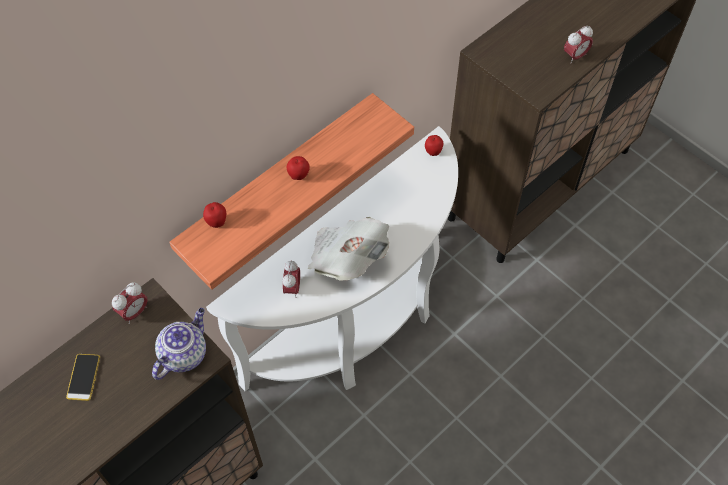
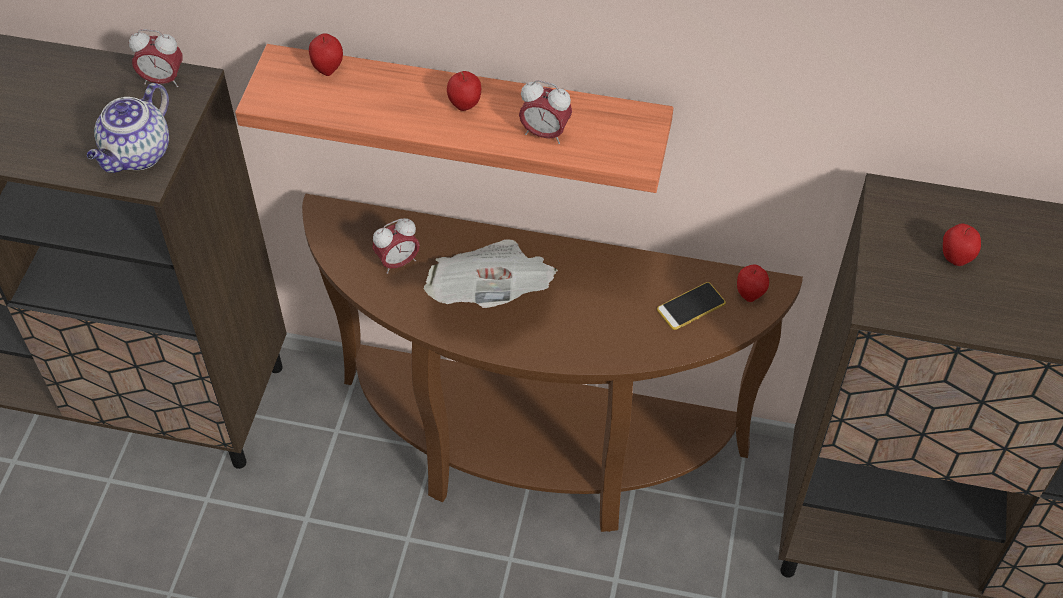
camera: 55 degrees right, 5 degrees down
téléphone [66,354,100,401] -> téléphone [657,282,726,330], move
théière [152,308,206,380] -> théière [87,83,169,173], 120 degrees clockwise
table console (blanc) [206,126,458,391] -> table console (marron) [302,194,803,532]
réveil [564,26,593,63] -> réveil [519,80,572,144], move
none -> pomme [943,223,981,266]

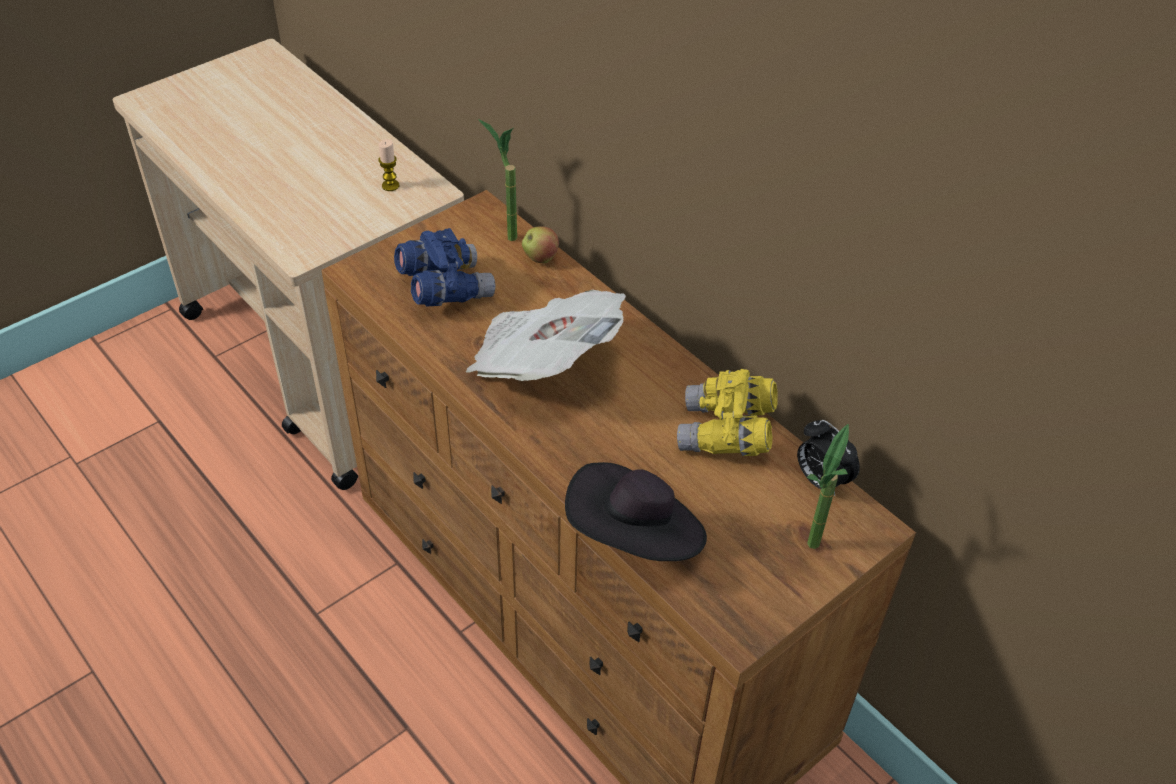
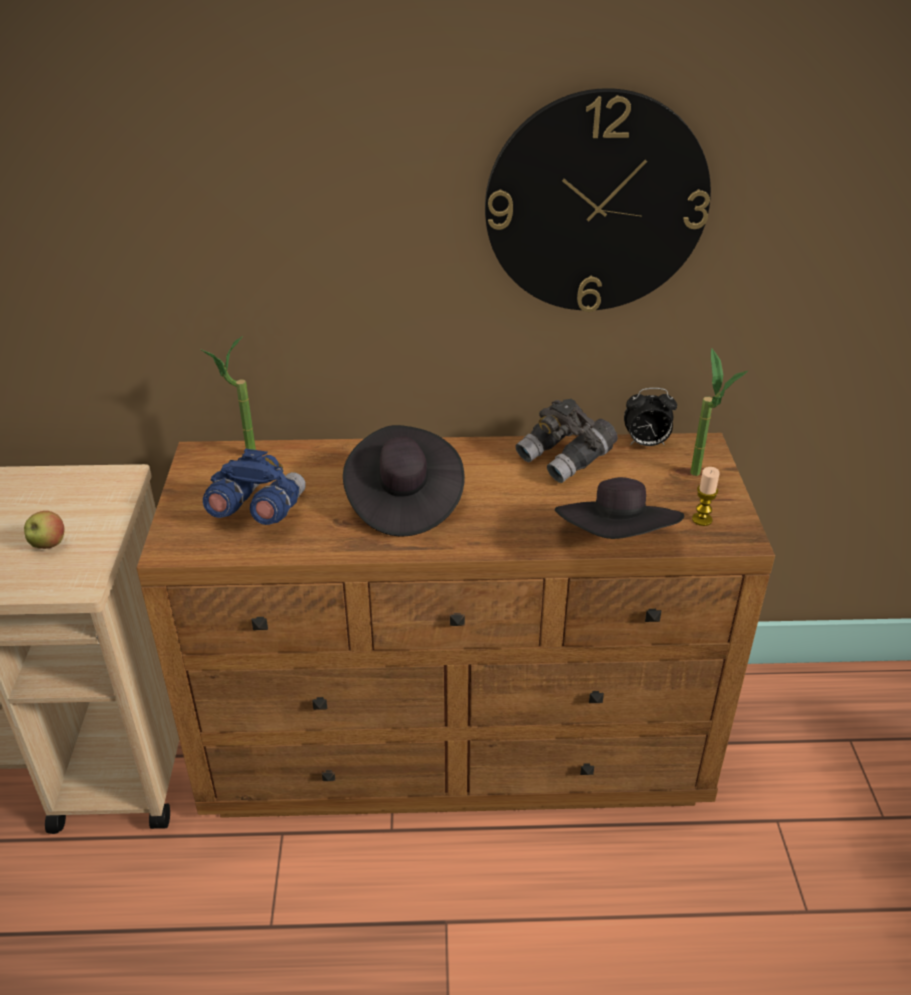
camera: 50 degrees left, 10 degrees down
bougie [378,139,399,191] -> bougie [692,467,720,526], move
journal [466,289,626,381] -> chapeau (noir) [343,425,465,536]
pomme [522,226,559,263] -> pomme [24,511,65,549], move
jumelles (jaune) [677,369,778,456] -> jumelles (gris) [515,399,618,483]
none -> horloge murale [485,88,711,312]

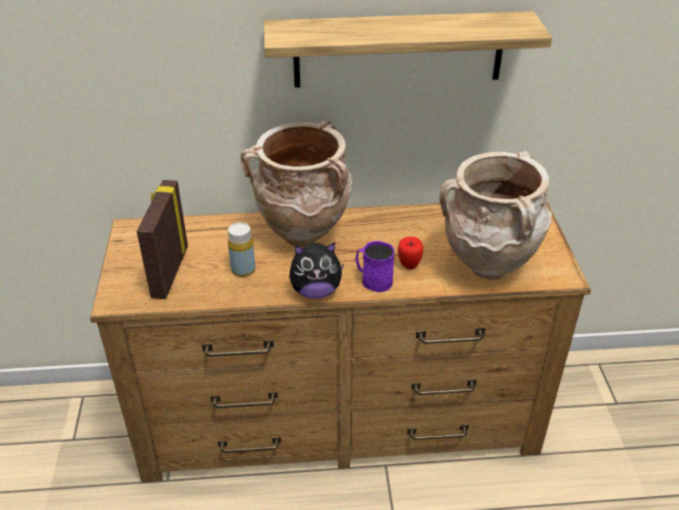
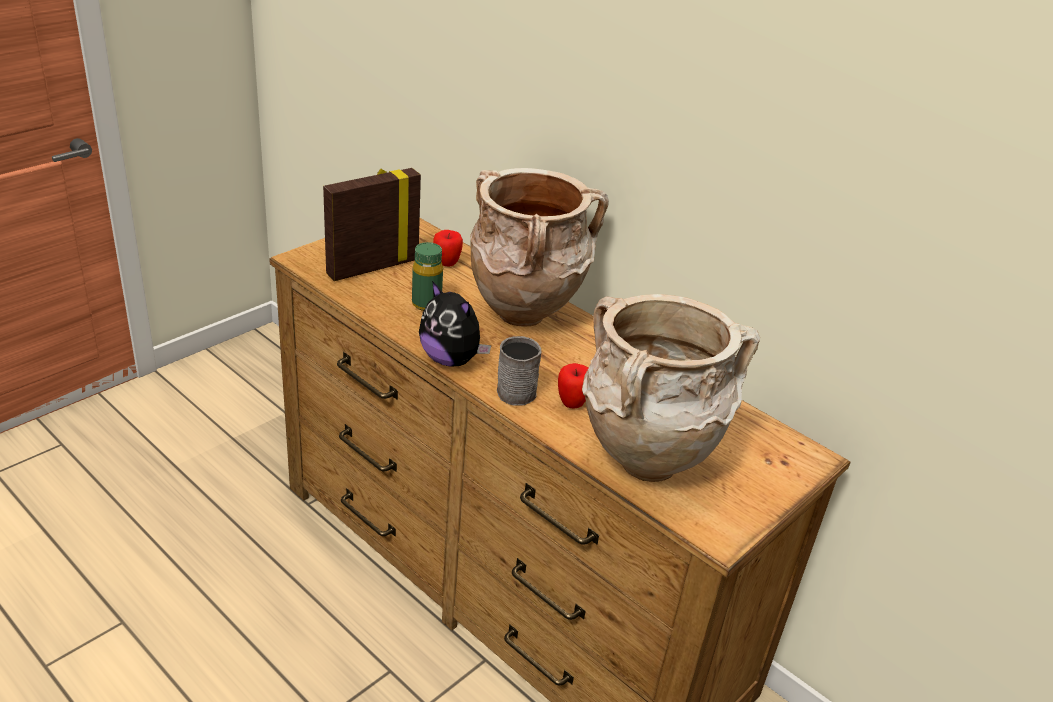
camera: 45 degrees right, 5 degrees down
bouteille (jaune) [228,222,255,277] -> bouteille (vert) [412,242,443,311]
étagère [264,11,552,88] -> none
mug (violet) [356,241,394,292] -> mug (gris) [497,336,541,406]
none -> pomme [433,230,463,266]

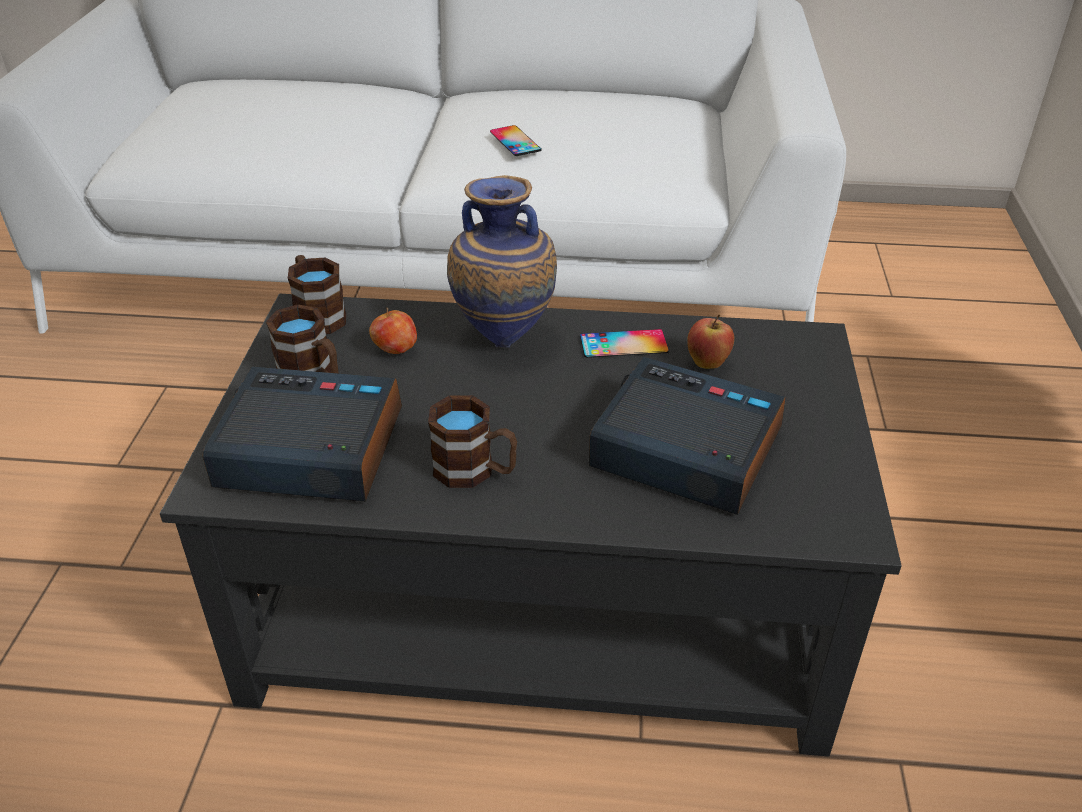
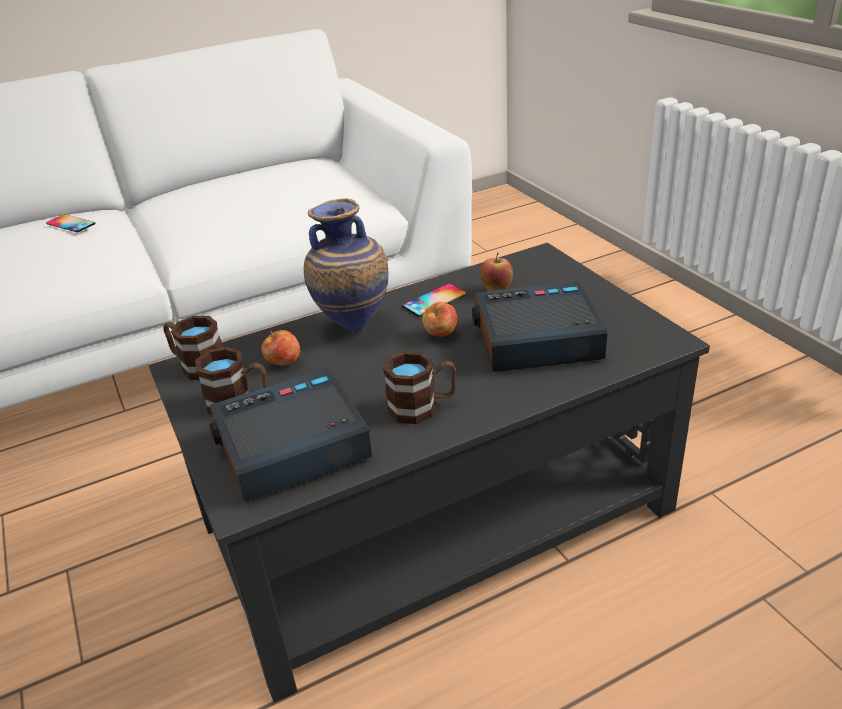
camera: 30 degrees left, 5 degrees down
téléphone [490,125,542,156] -> téléphone [46,214,96,232], move
none -> pomme [422,302,457,337]

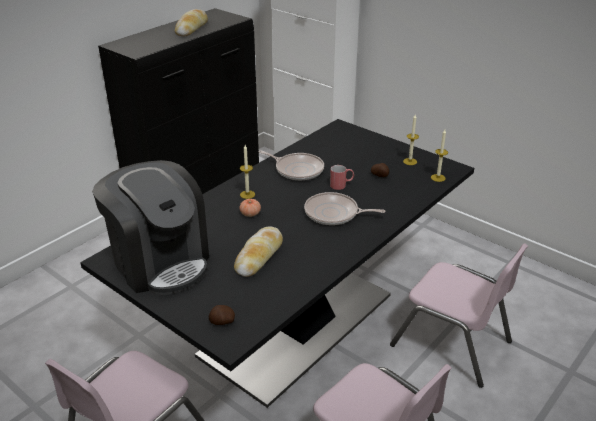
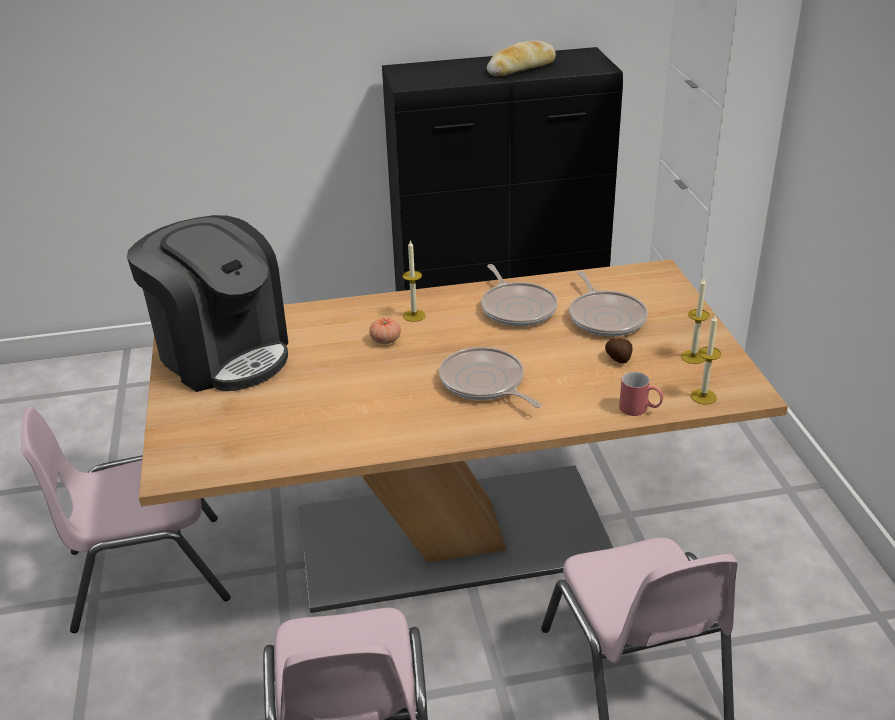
camera: 40 degrees right, 0 degrees up
table à manger (noir) [80,119,474,408] -> table à manger (beige) [139,259,788,613]
machine à café [92,160,209,295] -> machine à café [127,215,288,392], 45 degrees counterclockwise
pomme de terre [209,305,235,325] -> none
pain [234,227,283,277] -> none
mug (rouge) [330,165,354,190] -> mug (rouge) [619,372,663,416], move
none -> poêle [569,271,648,337]

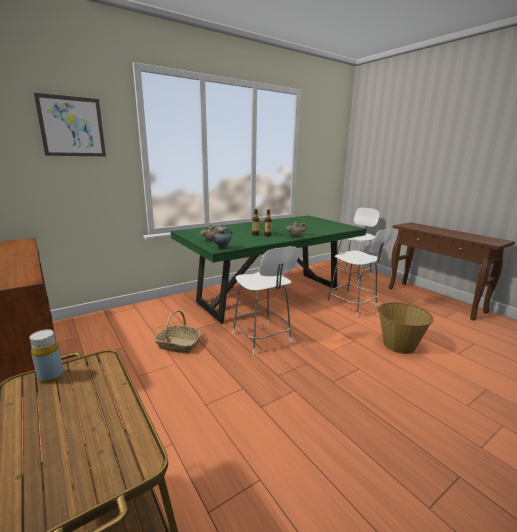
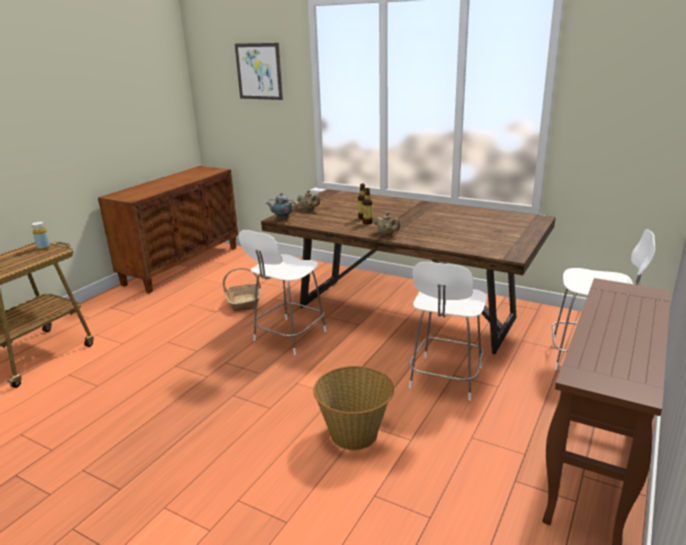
camera: 65 degrees right, 5 degrees up
table à manger (vert) [171,216,366,324] -> table à manger (marron) [261,189,556,354]

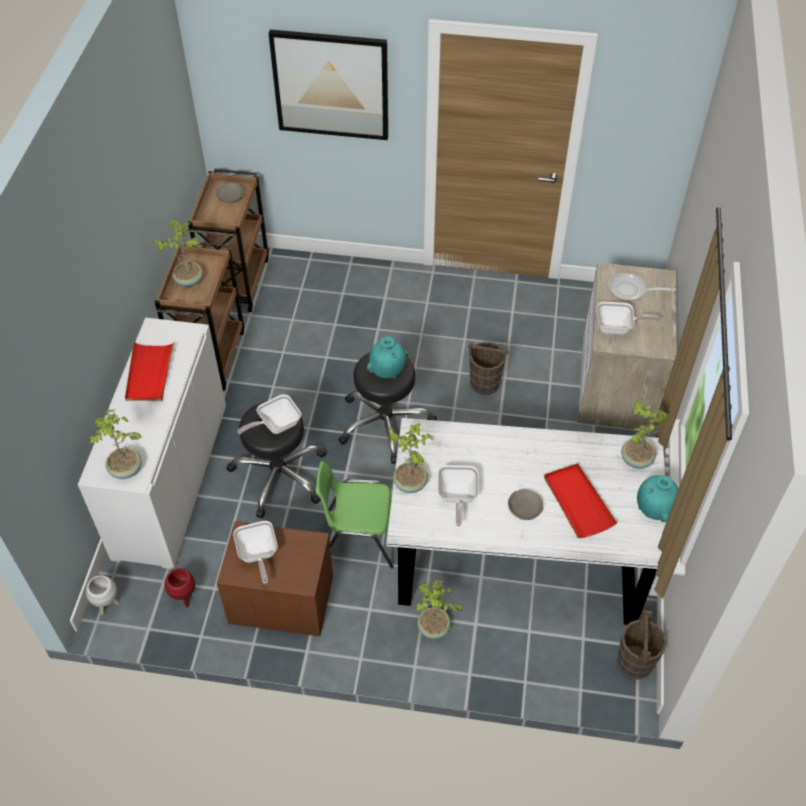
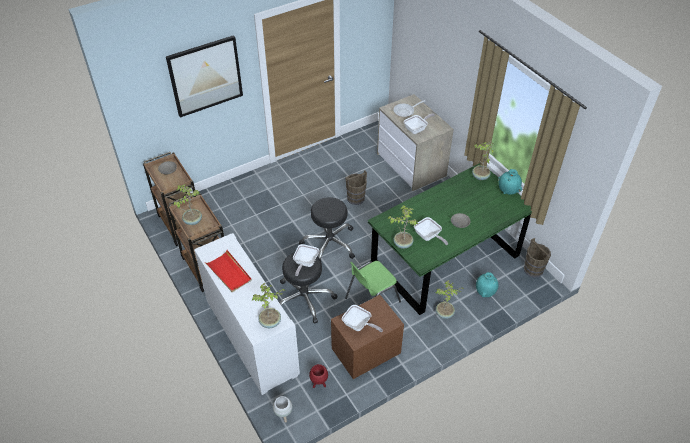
camera: 40 degrees left, 5 degrees down
vase (turquoise) [367,336,408,378] -> vase (turquoise) [476,272,499,297], move
table à manger (blanc) [386,418,666,625] -> table à manger (vert) [368,163,532,315]
plateau (rouge) [544,463,617,538] -> none

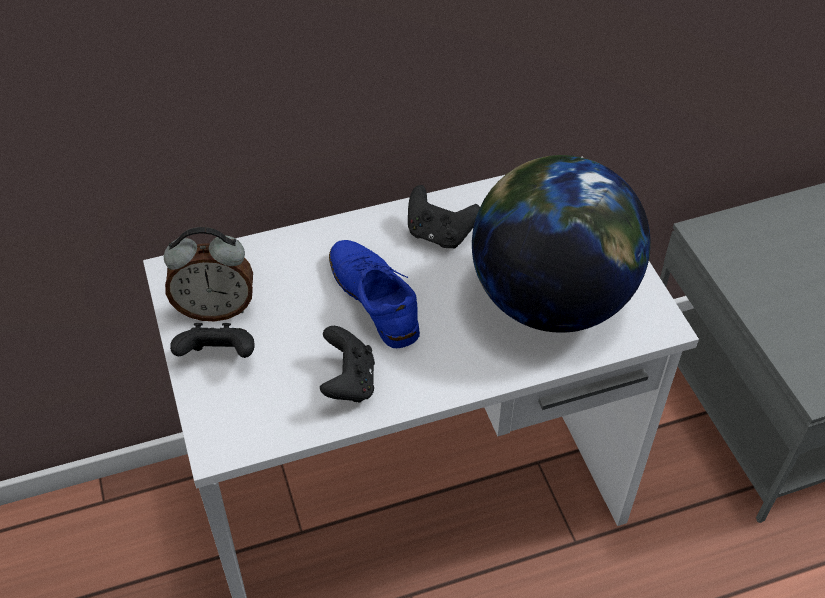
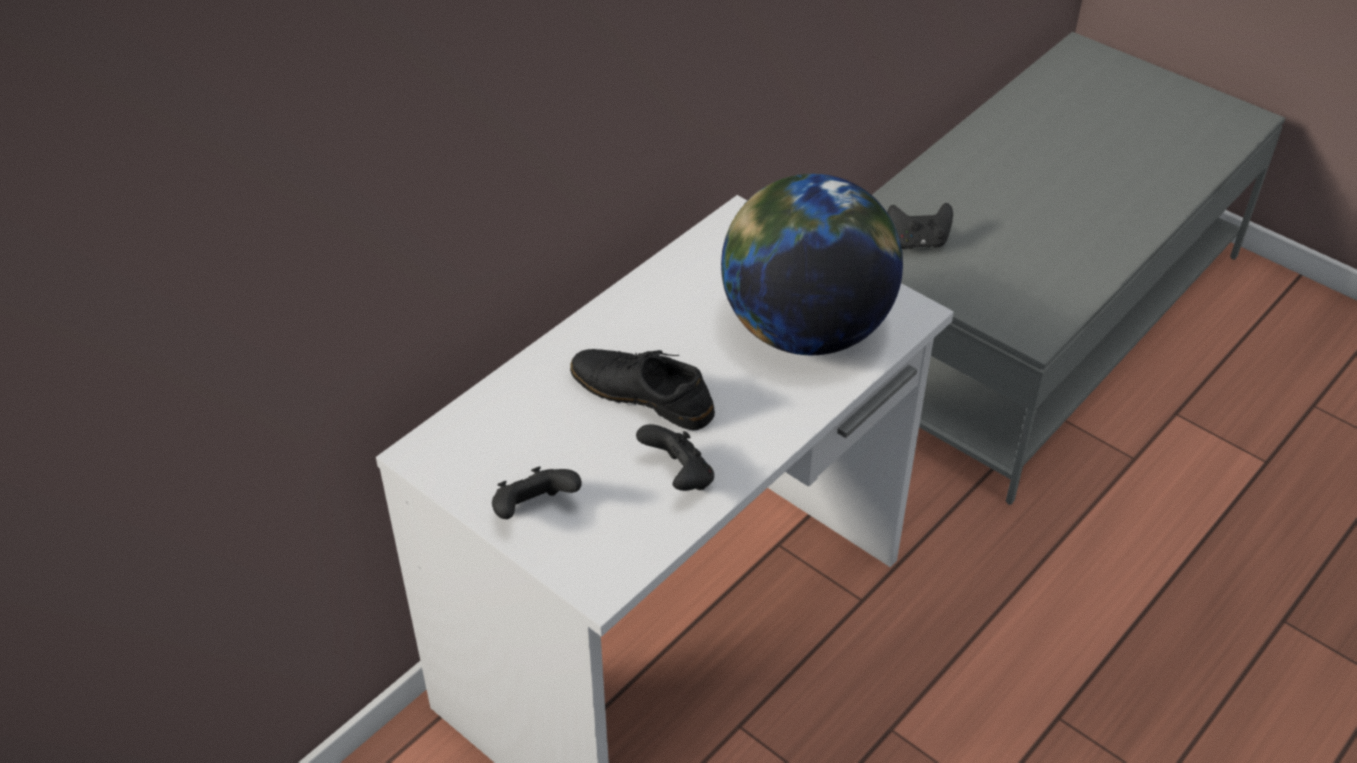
camera: 30 degrees left, 5 degrees down
réveil [164,227,253,321] -> none
chaussure (bleu) [329,240,420,348] -> chaussure (noir) [570,349,715,430]
manette (noir) [408,185,480,249] -> manette (noir) [887,203,953,249], move

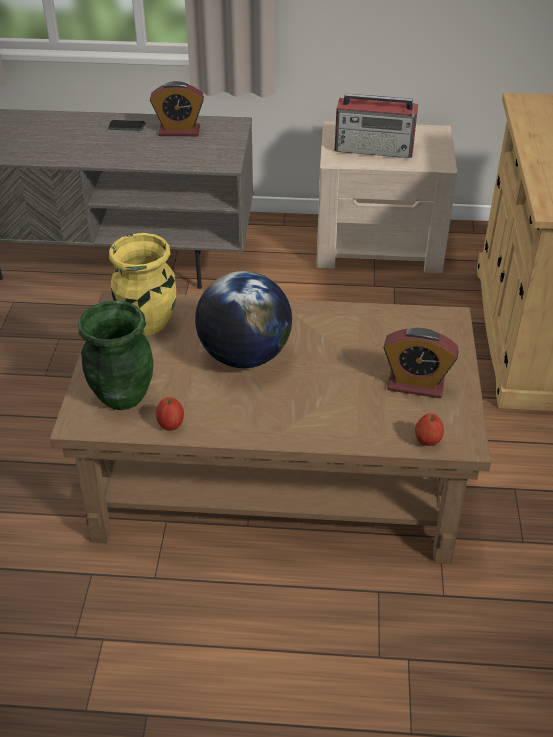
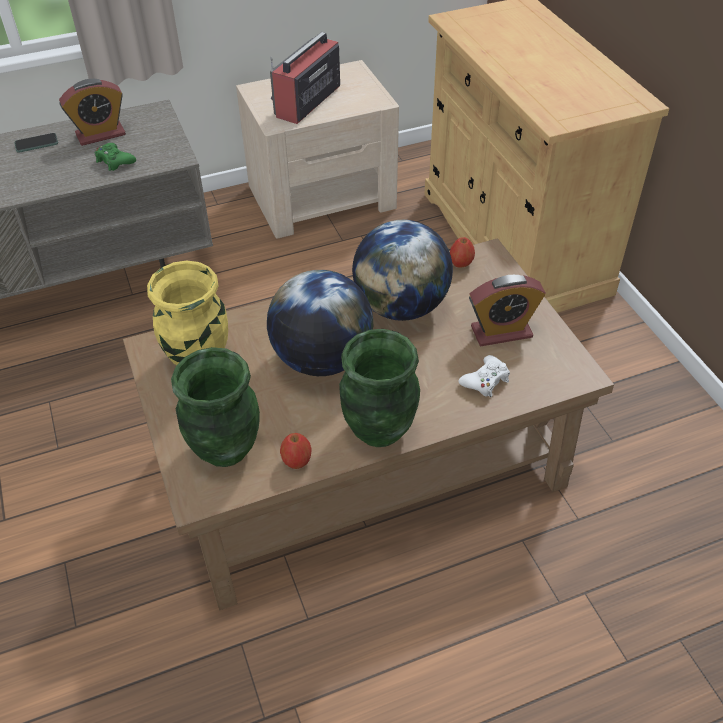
camera: 25 degrees left, 5 degrees up
radio [335,93,418,158] -> radio [270,32,340,124], 135 degrees clockwise
pomme [415,413,444,446] -> pomme [450,237,475,268], move
none -> manette (vert) [95,143,136,171]
none -> vase (vert) [339,329,420,447]
none -> globe [352,220,453,321]
none -> manette (blanc) [458,355,510,397]

